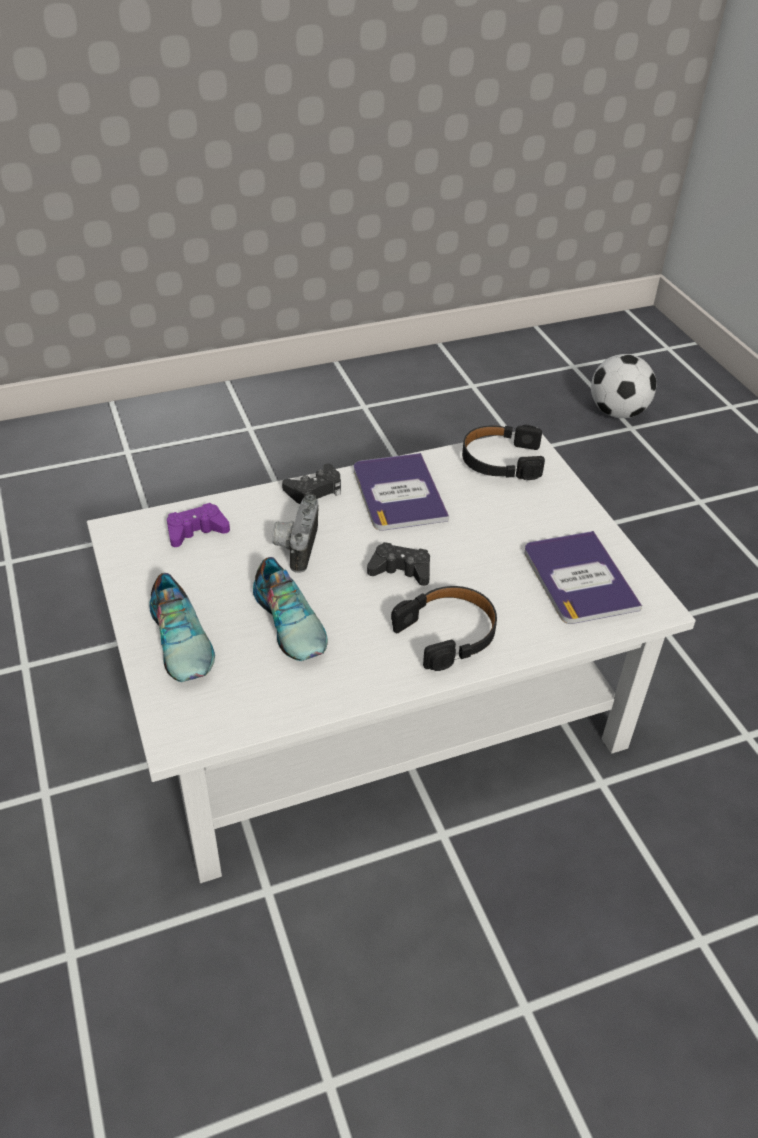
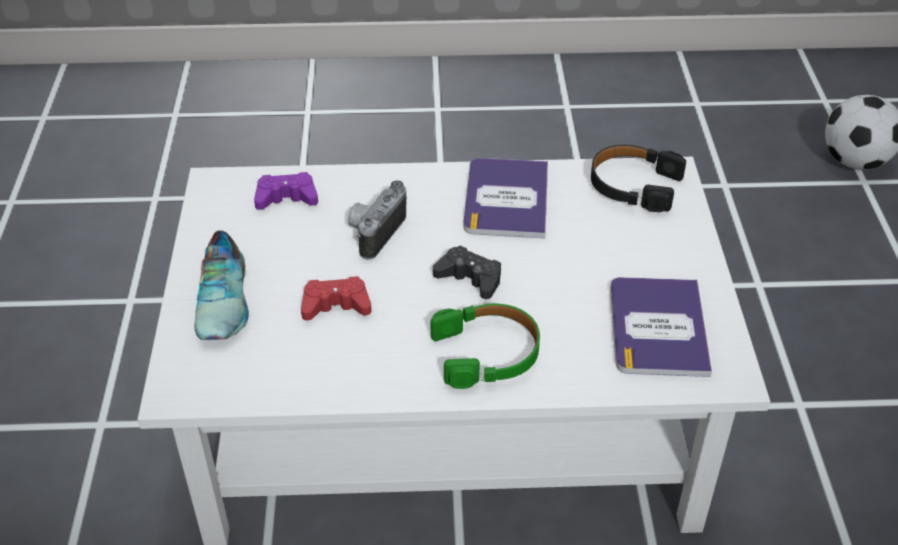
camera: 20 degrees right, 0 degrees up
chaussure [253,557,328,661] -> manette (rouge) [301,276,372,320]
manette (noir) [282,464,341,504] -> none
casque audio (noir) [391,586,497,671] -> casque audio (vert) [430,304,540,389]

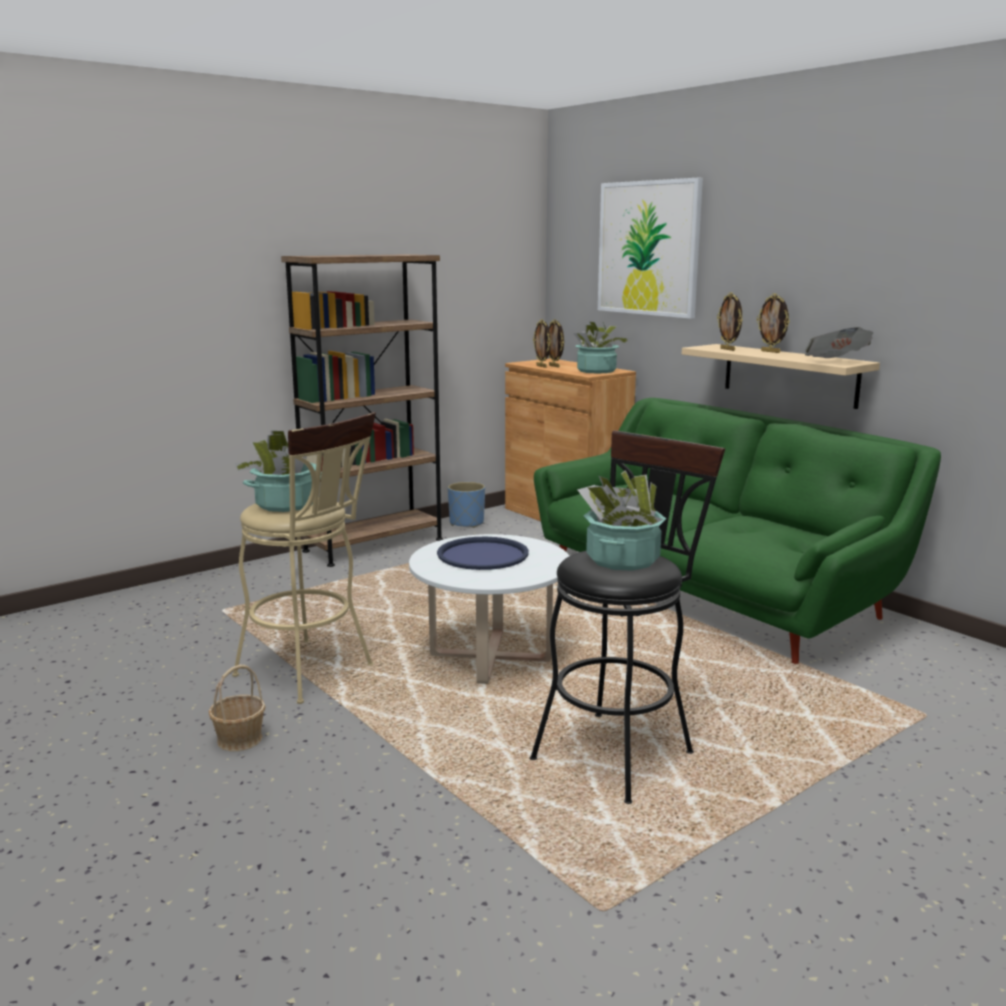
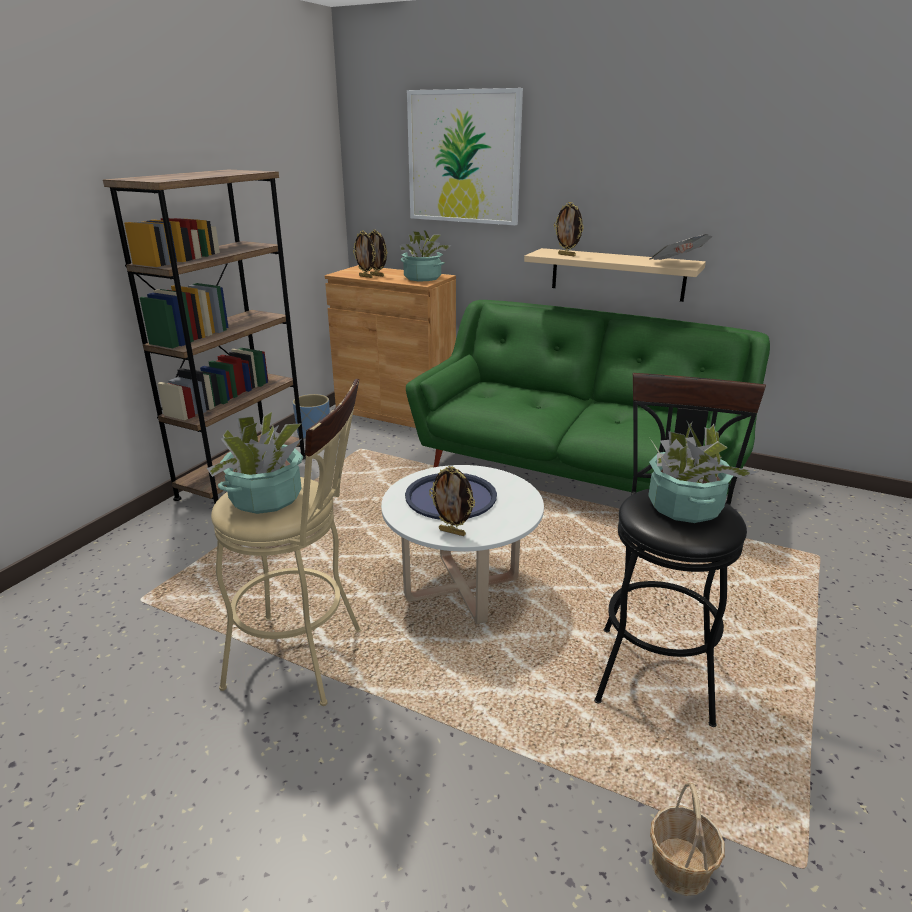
camera: 25 degrees left, 10 degrees up
panier [209,664,266,751] -> panier [650,783,725,896], move
cadre photo [757,293,790,353] -> cadre photo [429,466,475,536], move

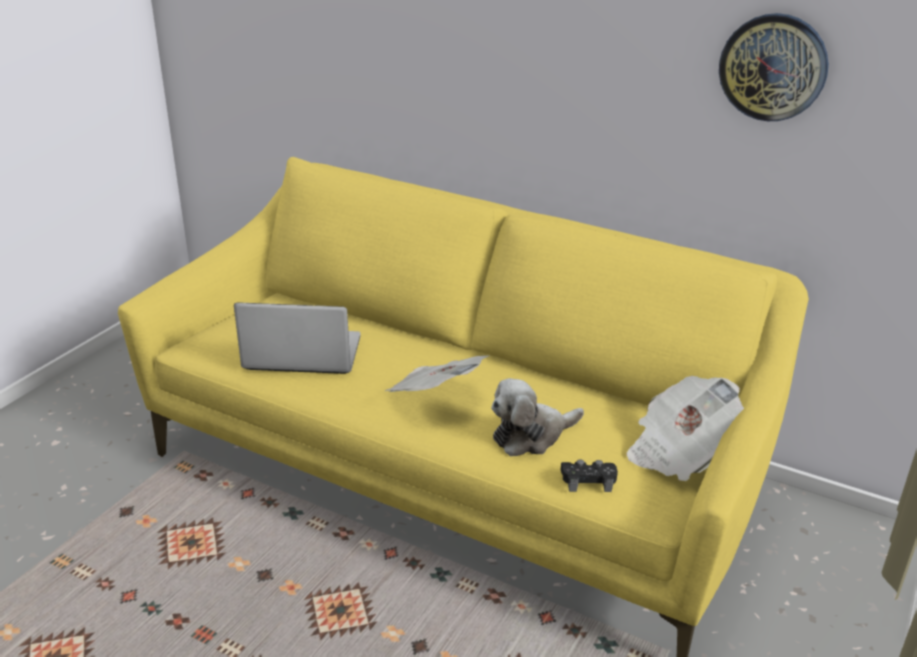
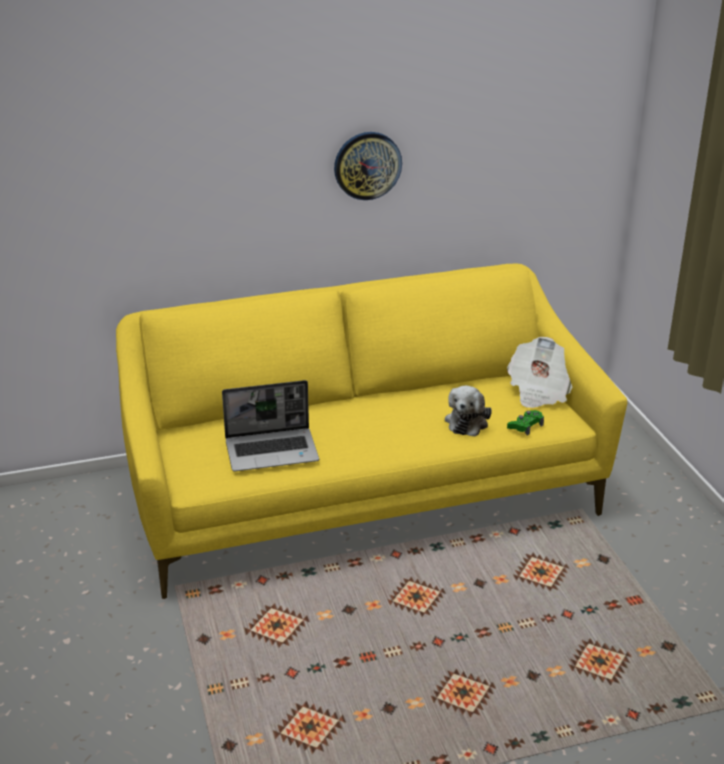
camera: 45 degrees left, 0 degrees up
ordinateur portable [234,302,361,374] -> ordinateur portable [222,380,319,472], 150 degrees counterclockwise
journal [385,355,490,392] -> none
manette (noir) [561,460,618,492] -> manette (vert) [507,410,544,436]
horloge murale [719,13,829,121] -> horloge murale [334,132,402,200], move

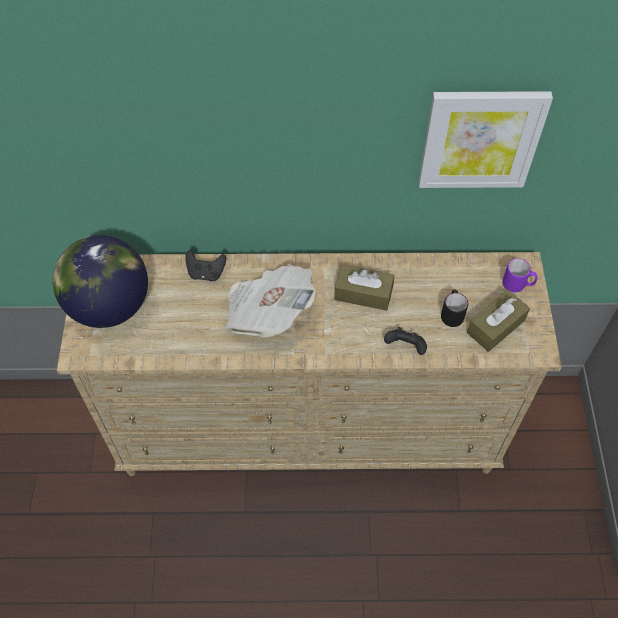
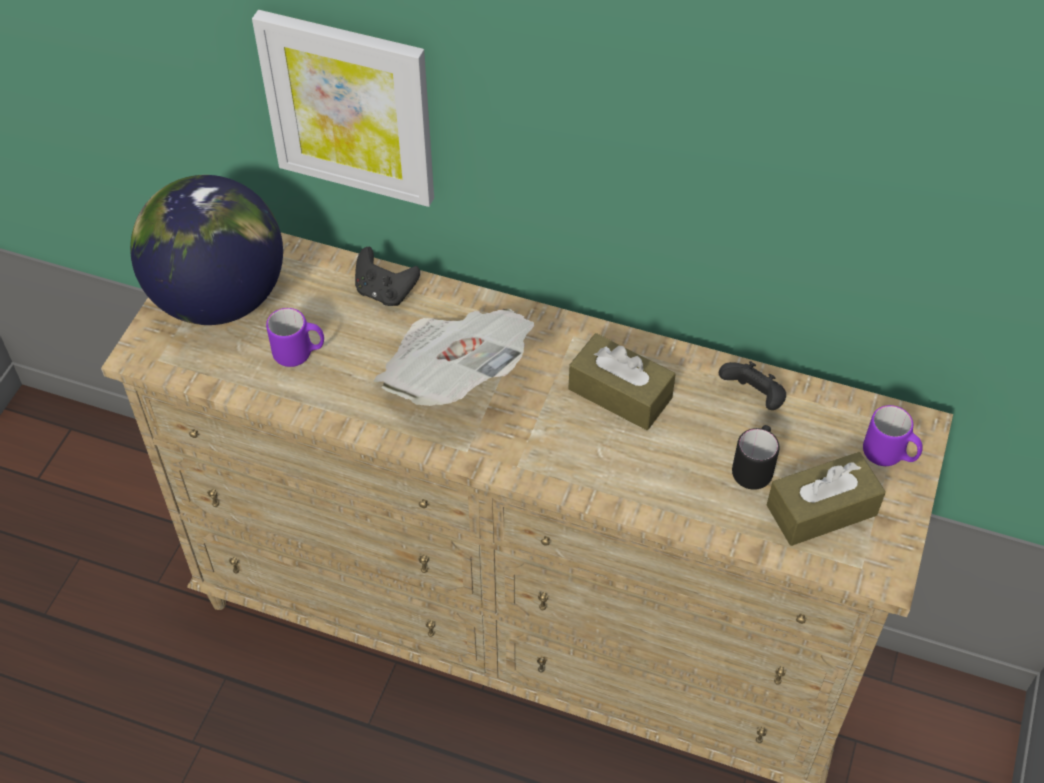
camera: 20 degrees right, 5 degrees down
manette (noir) [384,327,427,355] -> manette (noir) [719,361,786,410], move
tableau [418,91,553,188] -> tableau [252,10,434,207], move
none -> mug (violet) [266,308,324,367]

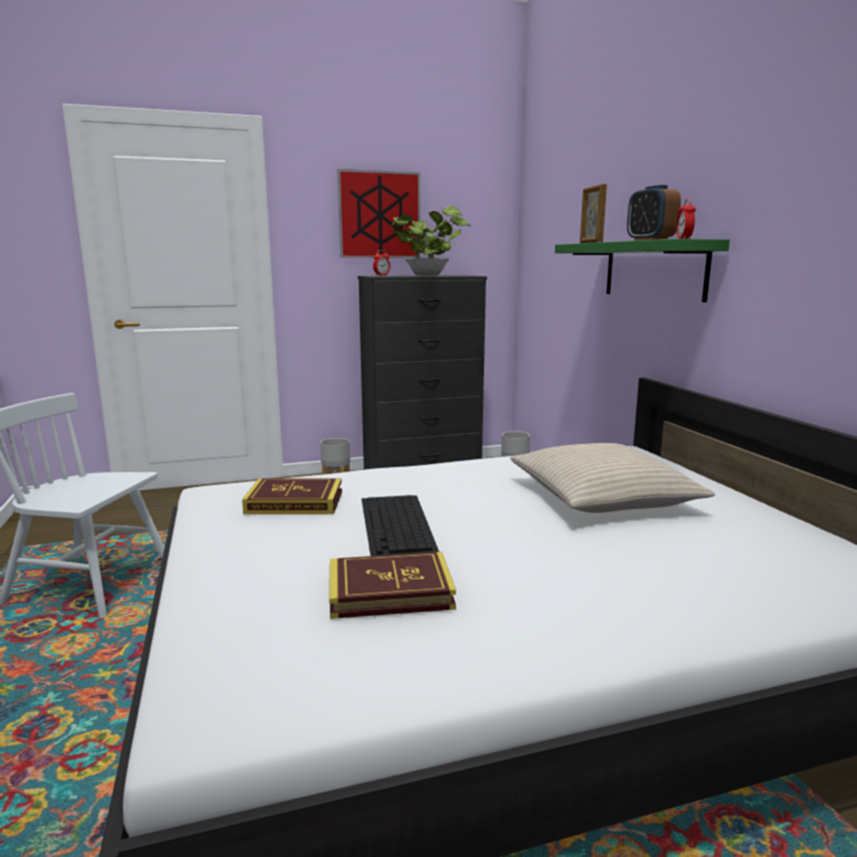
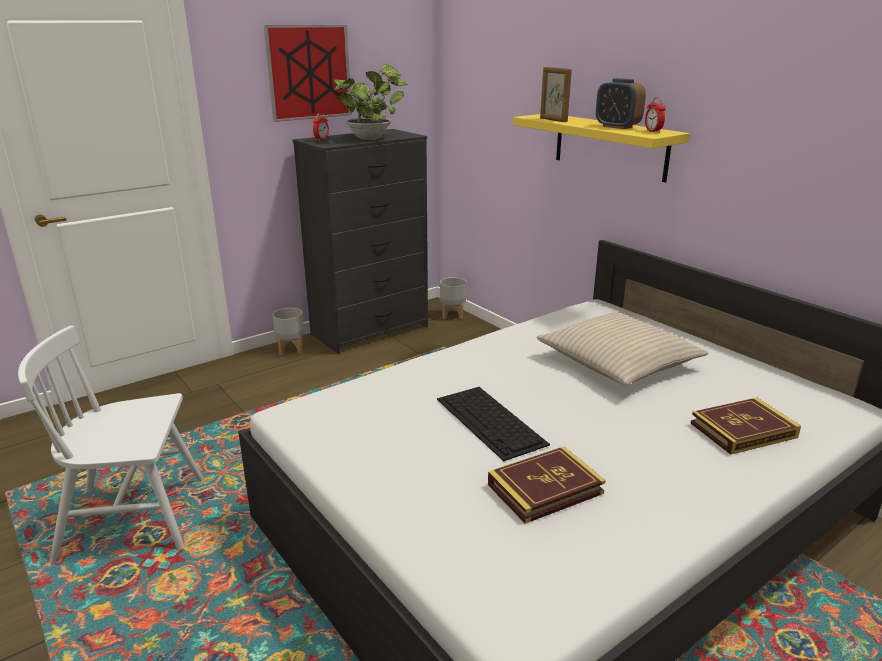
camera: 20 degrees left, 10 degrees up
livre [242,479,342,514] -> livre [690,398,801,455], move
étagère (vert) [555,239,730,302] -> étagère (jaune) [513,114,690,183]

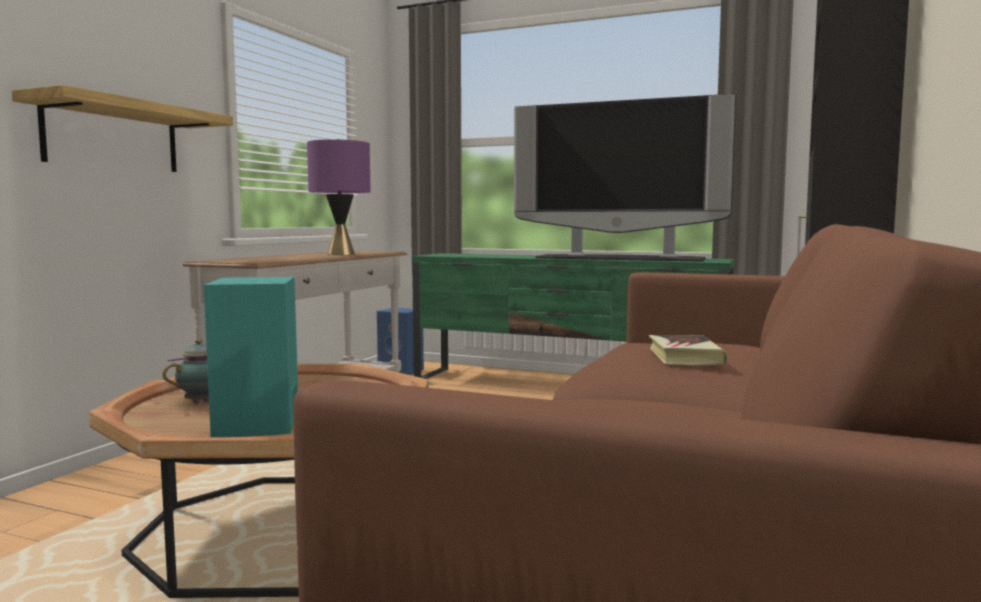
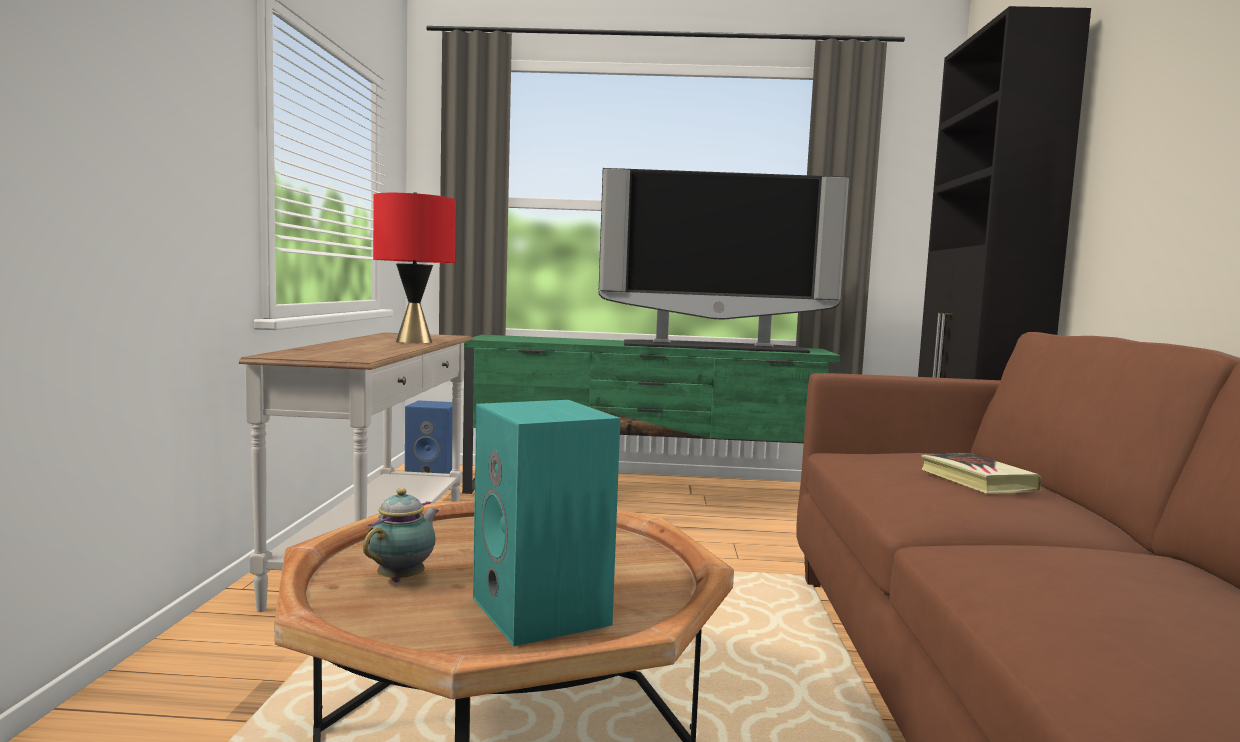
camera: 20 degrees left, 0 degrees up
étagère [12,85,233,172] -> none
lampe de table (violet) [307,139,371,255] -> lampe de table (rouge) [373,192,456,343]

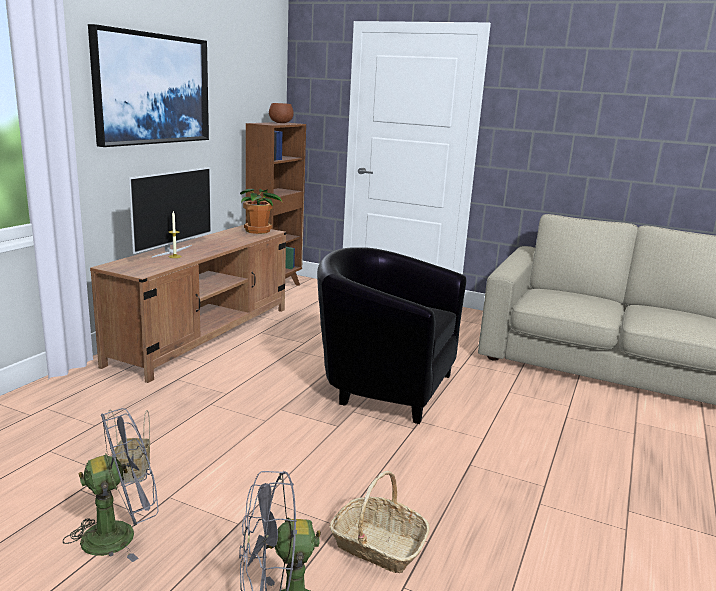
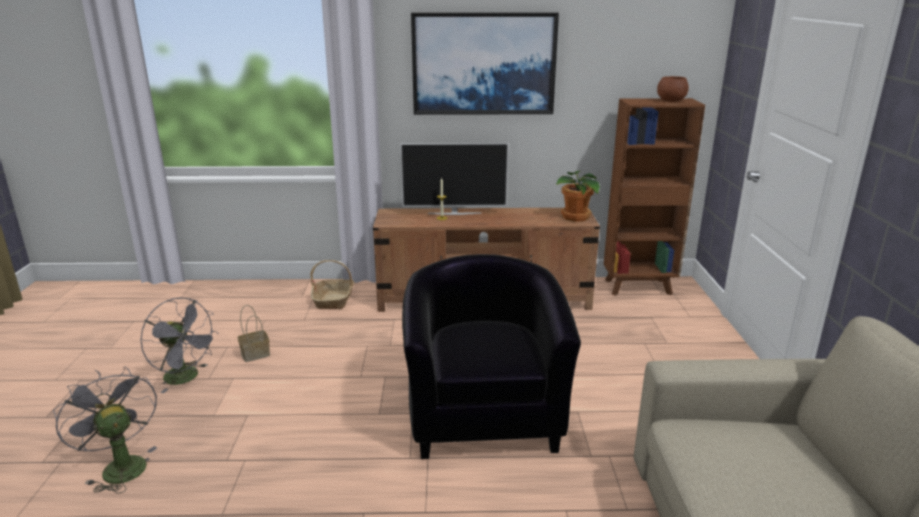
camera: 65 degrees right, 5 degrees up
panier [330,471,430,573] -> panier [310,260,354,309], move

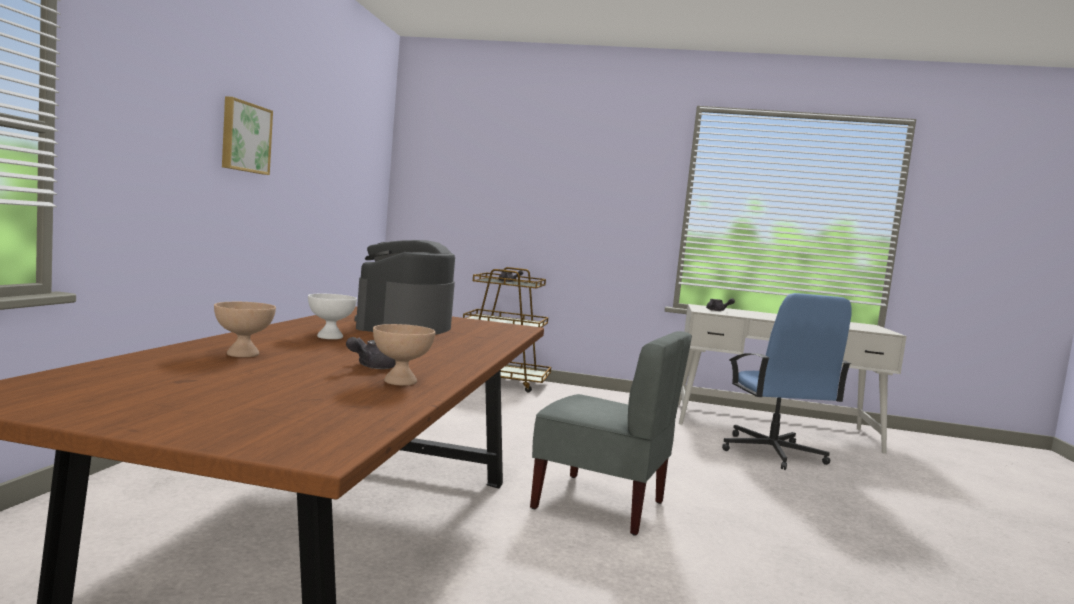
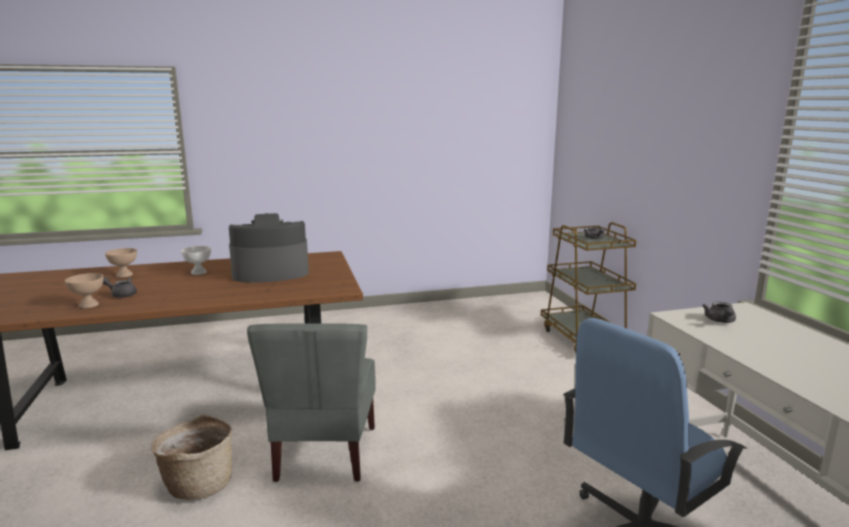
camera: 65 degrees right, 10 degrees up
tableau [222,96,273,175] -> none
none -> panier [151,414,232,500]

